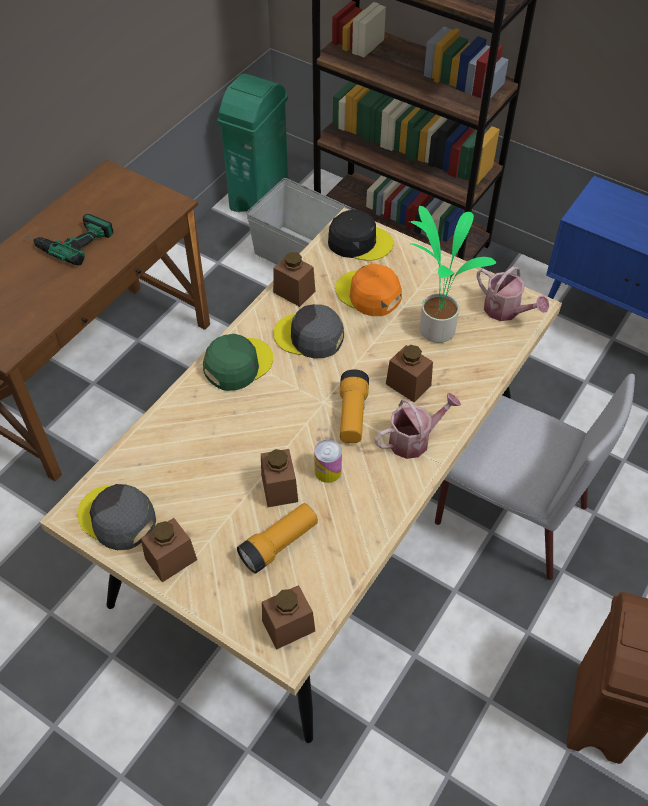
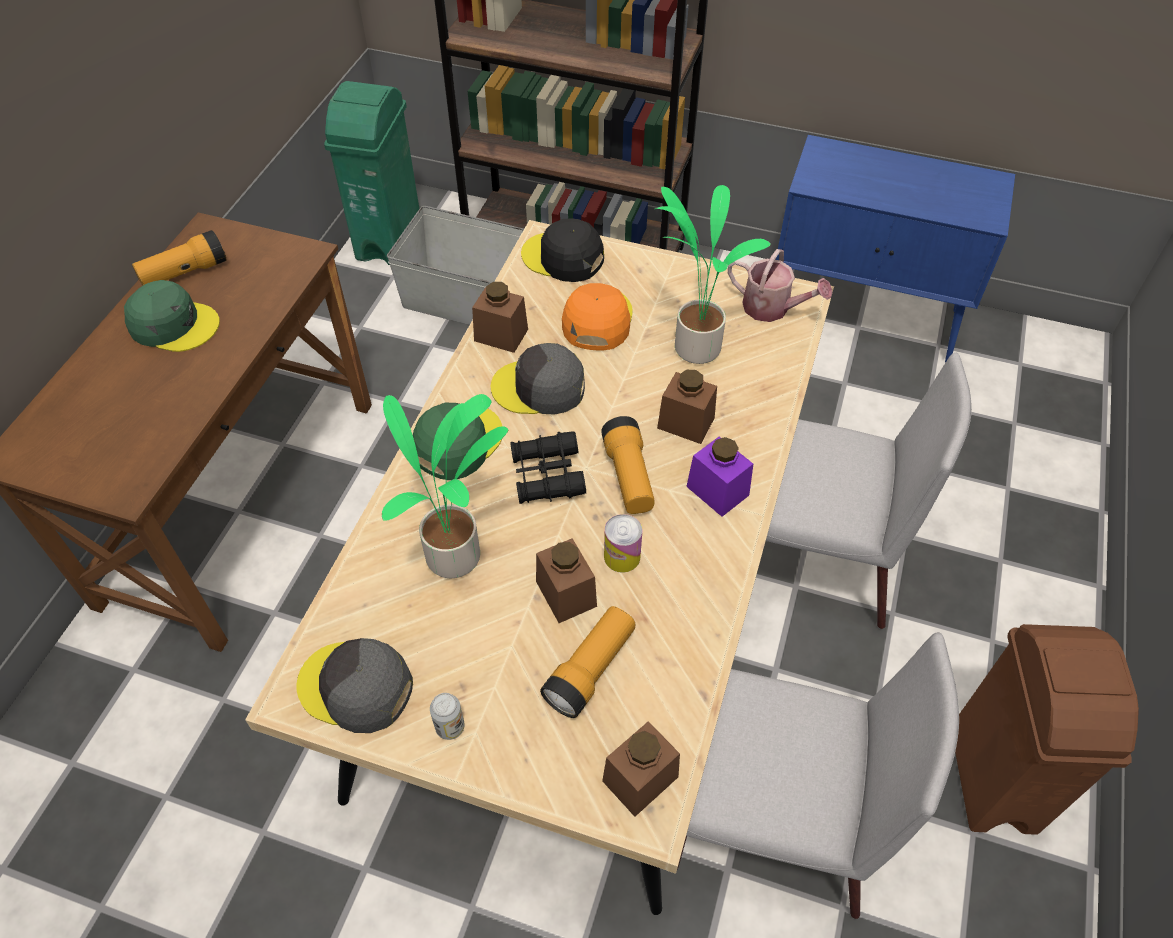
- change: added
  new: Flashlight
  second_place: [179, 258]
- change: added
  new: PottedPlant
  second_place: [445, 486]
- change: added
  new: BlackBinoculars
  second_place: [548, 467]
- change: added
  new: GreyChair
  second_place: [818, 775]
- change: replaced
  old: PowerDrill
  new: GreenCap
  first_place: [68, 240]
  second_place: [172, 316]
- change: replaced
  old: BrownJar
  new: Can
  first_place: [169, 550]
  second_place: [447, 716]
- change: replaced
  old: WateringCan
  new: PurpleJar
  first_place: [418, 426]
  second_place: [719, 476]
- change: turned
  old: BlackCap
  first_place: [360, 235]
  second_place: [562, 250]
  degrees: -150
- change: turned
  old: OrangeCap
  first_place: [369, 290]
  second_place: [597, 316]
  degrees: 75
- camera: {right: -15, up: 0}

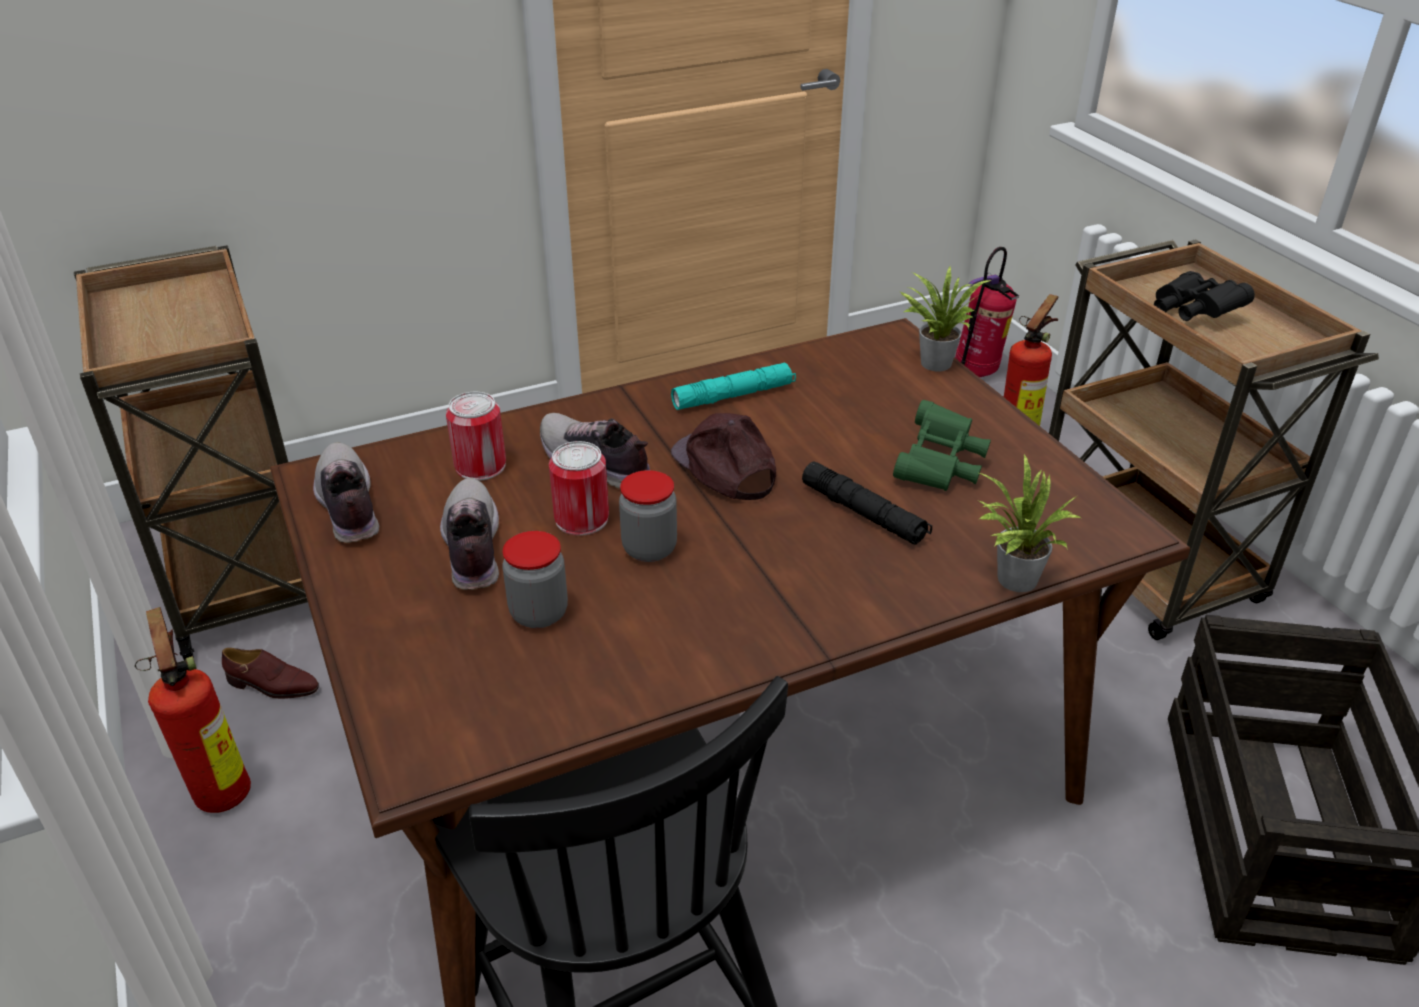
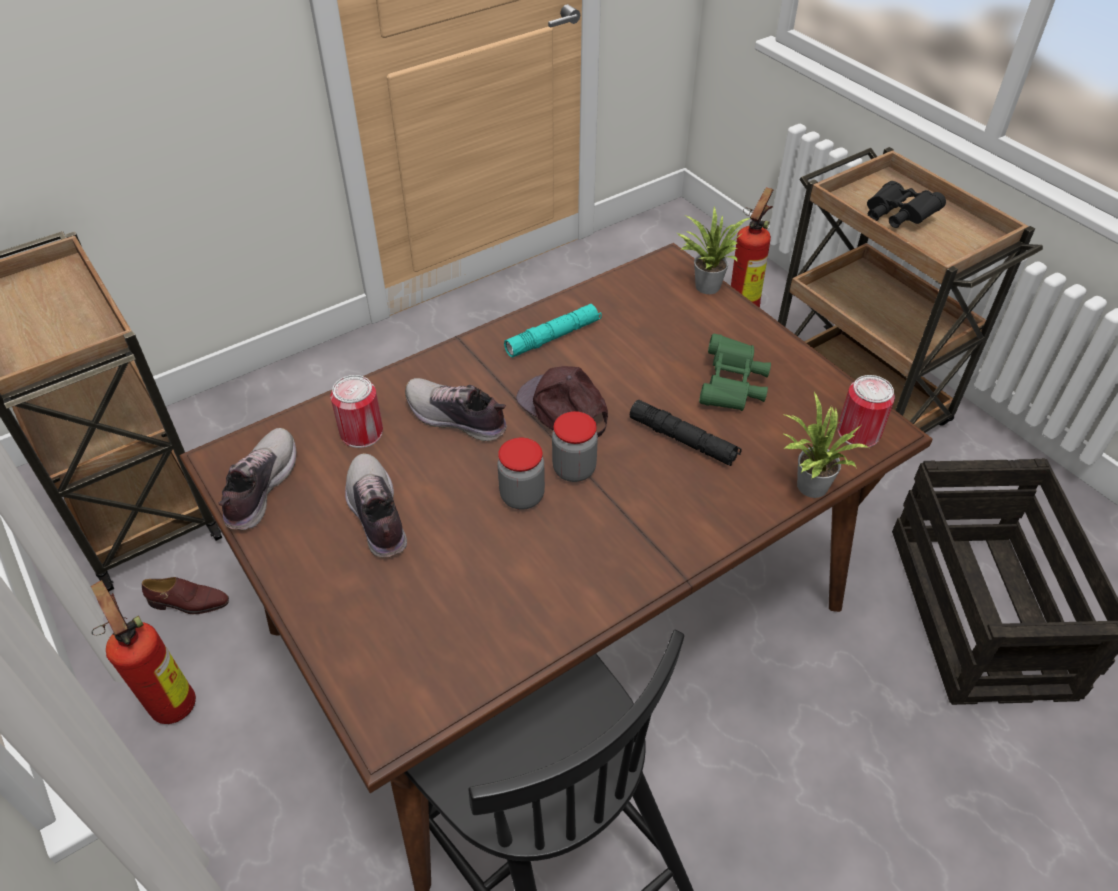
- change: removed
  old: FireExtinguisher
  first_place: [987, 312]
- change: moved
  old: Jar
  first_place: [535, 579]
  second_place: [575, 446]
- change: moved
  old: Can
  first_place: [579, 488]
  second_place: [866, 411]
- change: turned
  old: Shoe
  first_place: [346, 492]
  second_place: [257, 479]
  degrees: 45
- camera: {right: -10, up: 10}

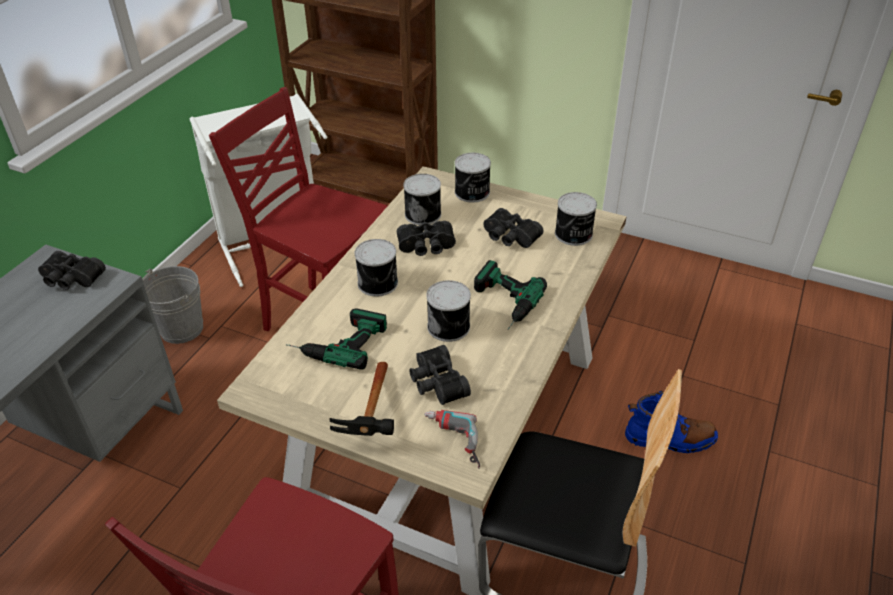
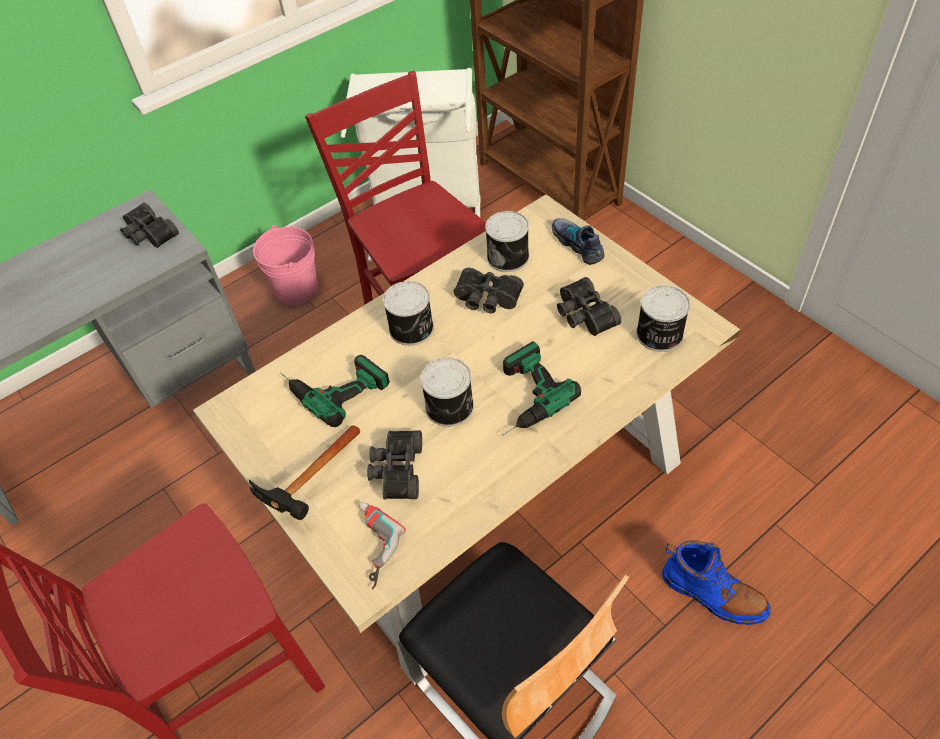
- change: replaced
  old: Can
  new: Shoe
  first_place: [473, 178]
  second_place: [578, 241]
- change: recoloured
  old: GreyBucket
  new: PinkBucket
  first_place: [172, 305]
  second_place: [285, 265]
- camera: {right: 30, up: 10}

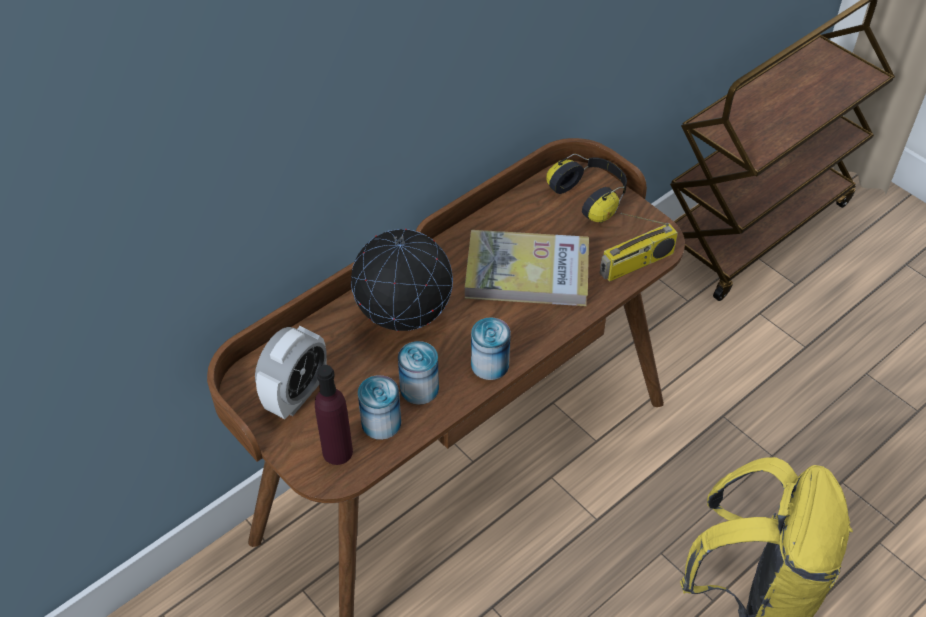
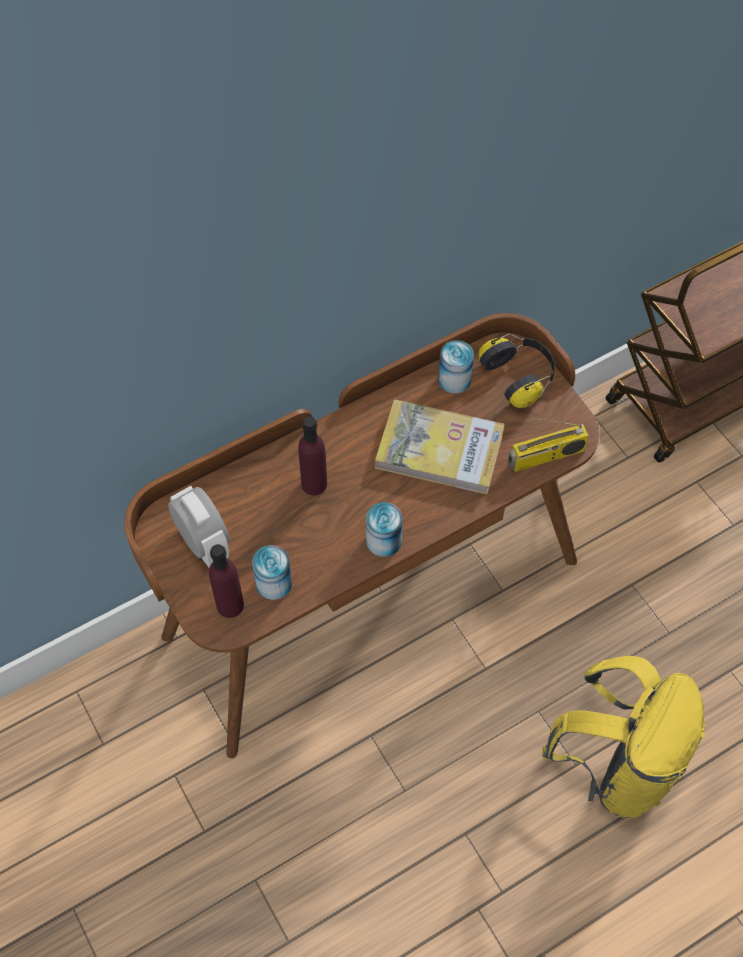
- change: moved
  old: Can
  first_place: [418, 373]
  second_place: [456, 367]
- change: replaced
  old: Globe
  new: PurpleBottle
  first_place: [402, 280]
  second_place: [312, 455]
- change: turned
  old: AlarmClock
  first_place: [291, 372]
  second_place: [199, 527]
  degrees: -75
- camera: {right: 10, up: 10}

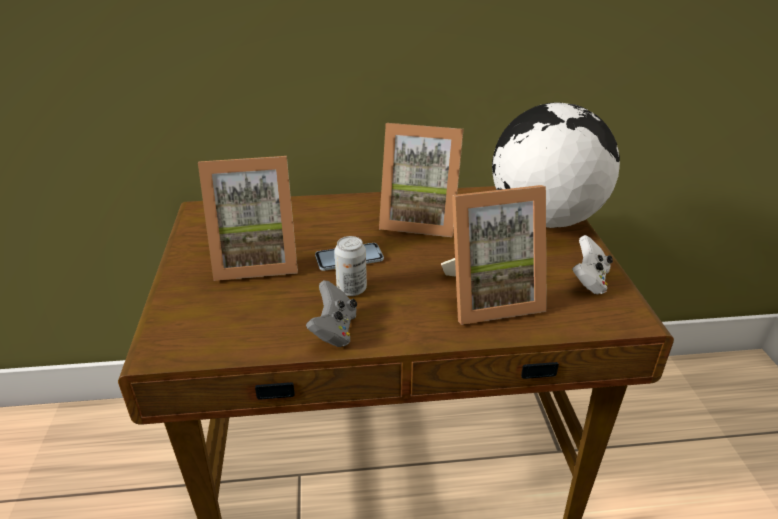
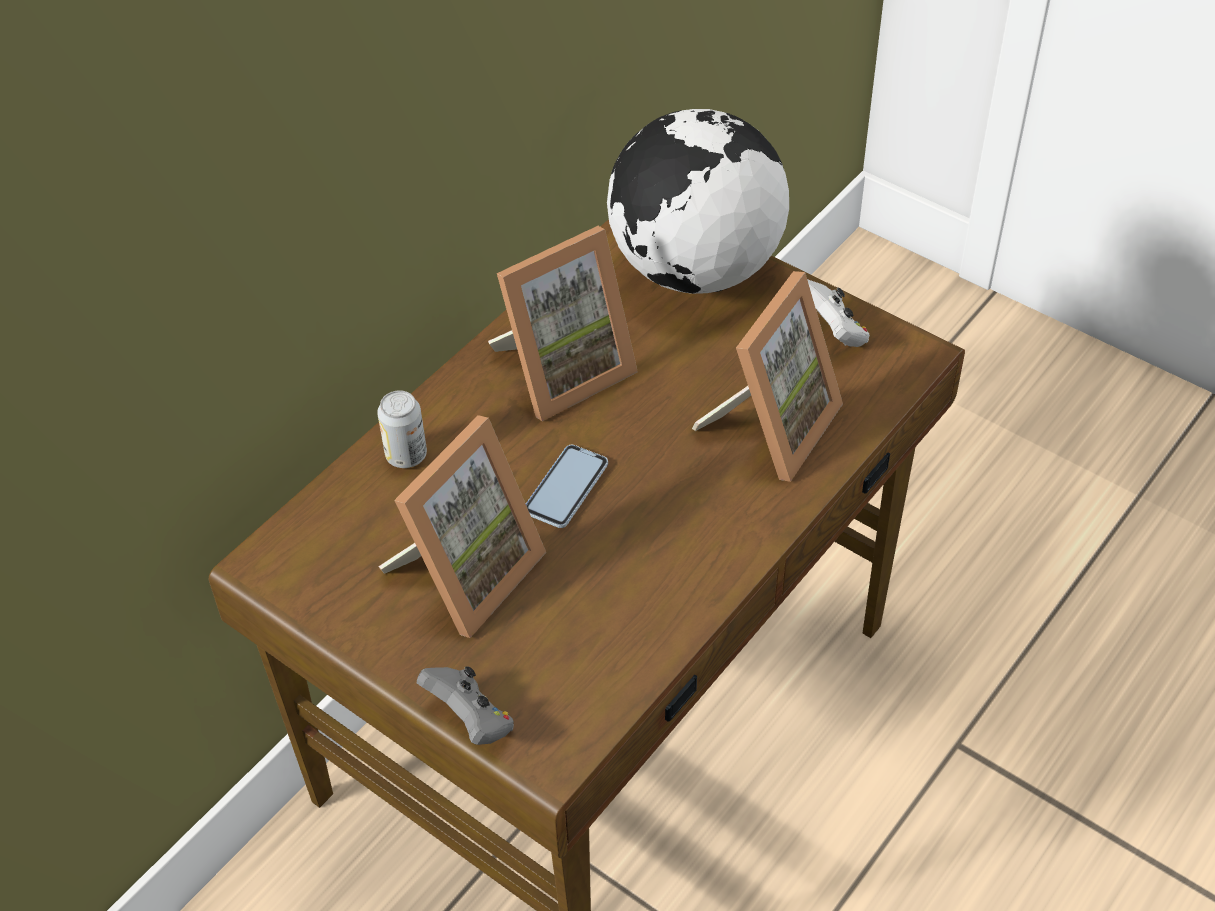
- change: moved
  old: GreyGameController
  first_place: [331, 313]
  second_place: [465, 705]
- change: moved
  old: Can
  first_place: [350, 266]
  second_place: [402, 429]
- camera: {right: -45, up: 15}

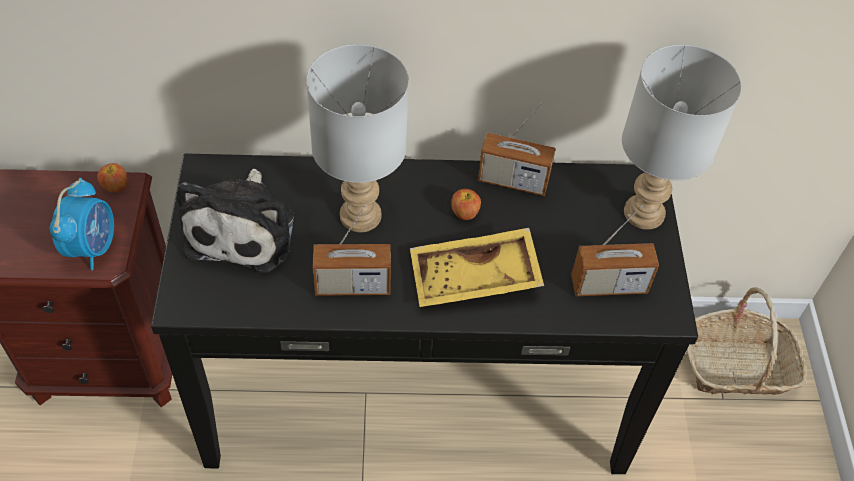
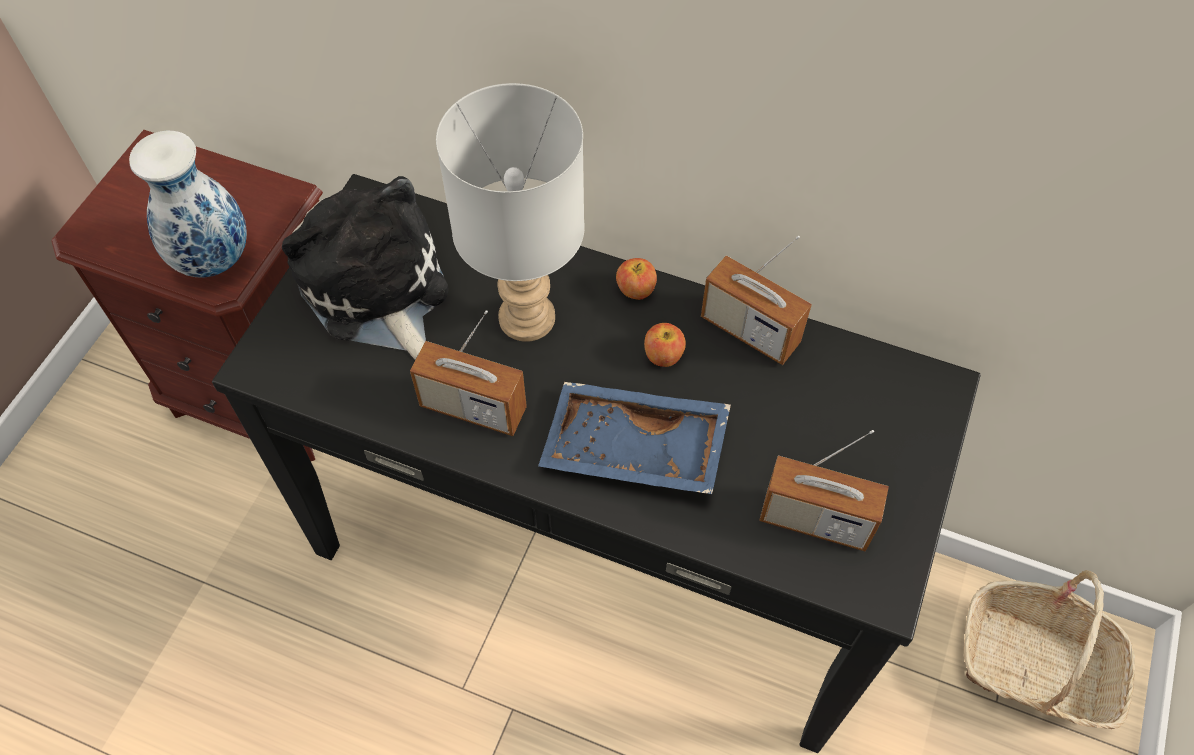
- change: removed
  old: GreyTableLamp
  first_place: [682, 137]
- change: moved
  old: Apple
  first_place: [112, 177]
  second_place: [636, 279]
- change: replaced
  old: AlarmClock
  new: Vase
  first_place: [82, 224]
  second_place: [188, 204]
- change: recoloured
  old: YellowTray
  new: BlueTray
  first_place: [477, 267]
  second_place: [634, 438]
- change: turned
  old: PlushToy
  first_place: [235, 221]
  second_place: [365, 268]
  degrees: 120
- camera: {right: 25, up: 5}

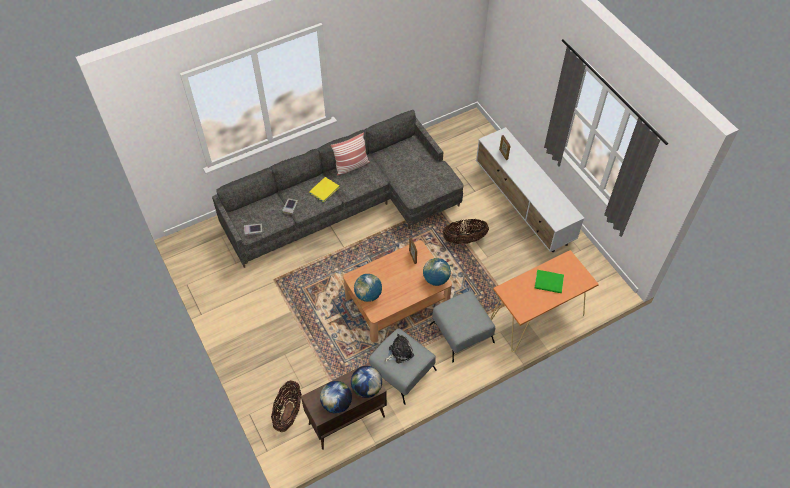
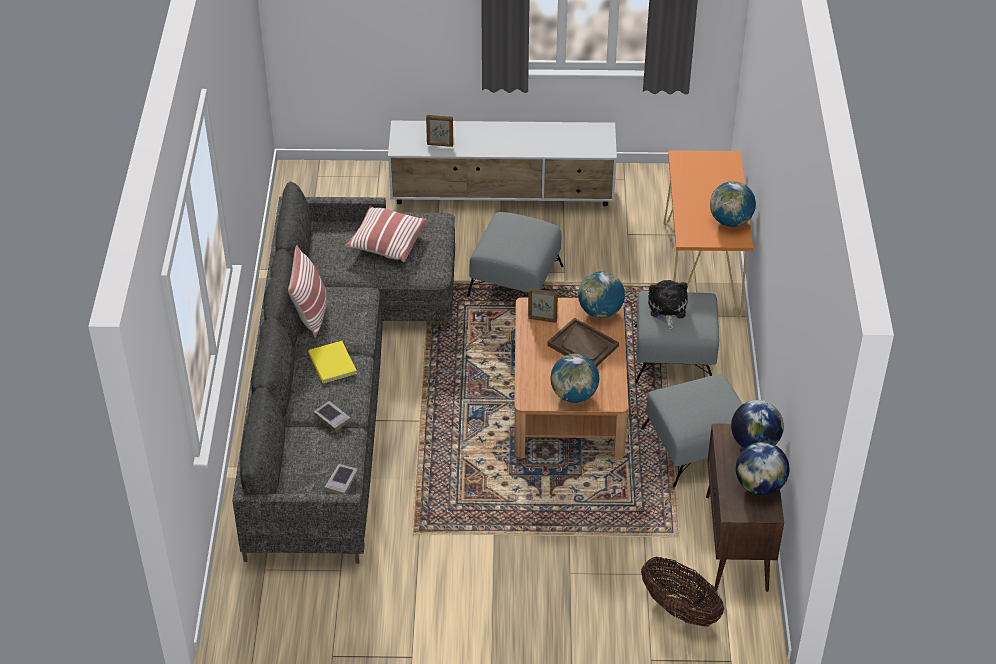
- change: removed
  old: GreenBook
  first_place: [549, 281]
- change: added
  new: Pillow
  second_place: [386, 234]
- change: added
  new: BrownTray
  second_place: [583, 342]
- change: added
  new: Globe
  second_place: [733, 204]
- change: moved
  old: PlushToy
  first_place: [399, 348]
  second_place: [668, 304]
- change: replaced
  old: Basket
  new: GreyOttoman
  first_place: [466, 231]
  second_place: [515, 254]
- camera: {right: -60, up: -10}

